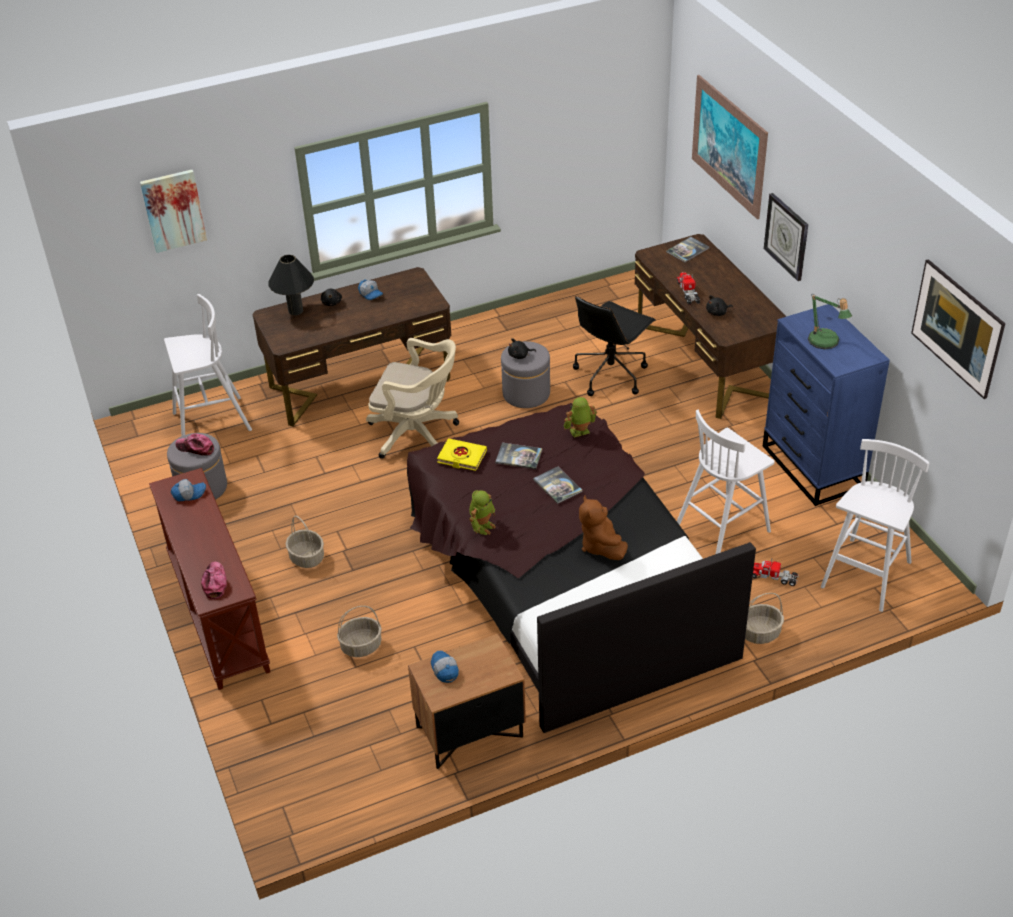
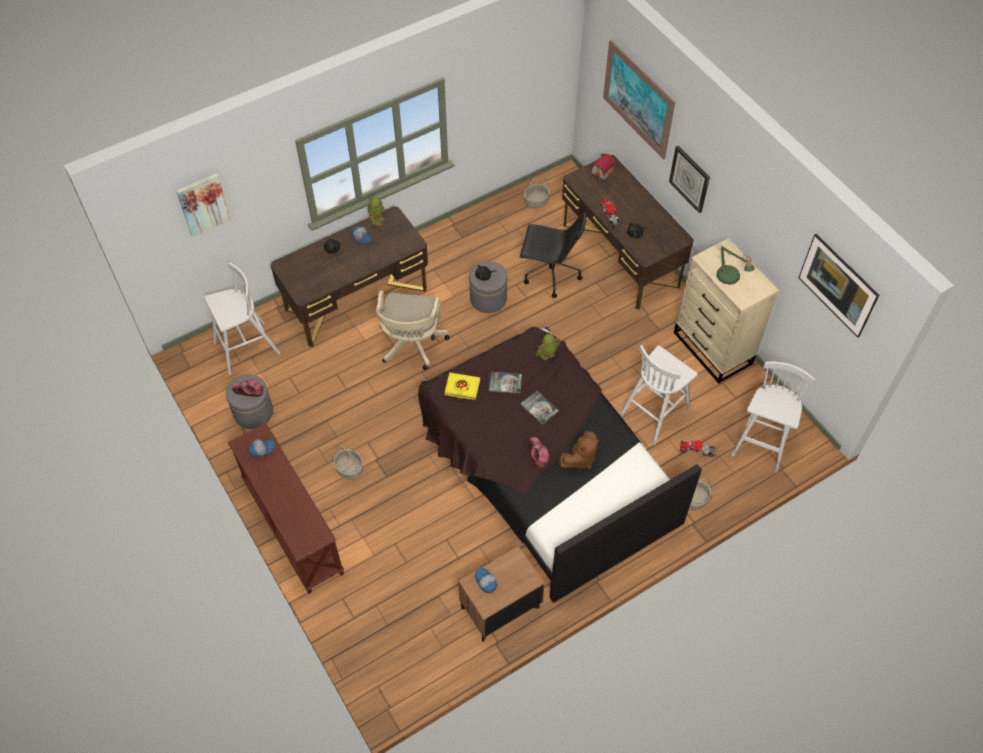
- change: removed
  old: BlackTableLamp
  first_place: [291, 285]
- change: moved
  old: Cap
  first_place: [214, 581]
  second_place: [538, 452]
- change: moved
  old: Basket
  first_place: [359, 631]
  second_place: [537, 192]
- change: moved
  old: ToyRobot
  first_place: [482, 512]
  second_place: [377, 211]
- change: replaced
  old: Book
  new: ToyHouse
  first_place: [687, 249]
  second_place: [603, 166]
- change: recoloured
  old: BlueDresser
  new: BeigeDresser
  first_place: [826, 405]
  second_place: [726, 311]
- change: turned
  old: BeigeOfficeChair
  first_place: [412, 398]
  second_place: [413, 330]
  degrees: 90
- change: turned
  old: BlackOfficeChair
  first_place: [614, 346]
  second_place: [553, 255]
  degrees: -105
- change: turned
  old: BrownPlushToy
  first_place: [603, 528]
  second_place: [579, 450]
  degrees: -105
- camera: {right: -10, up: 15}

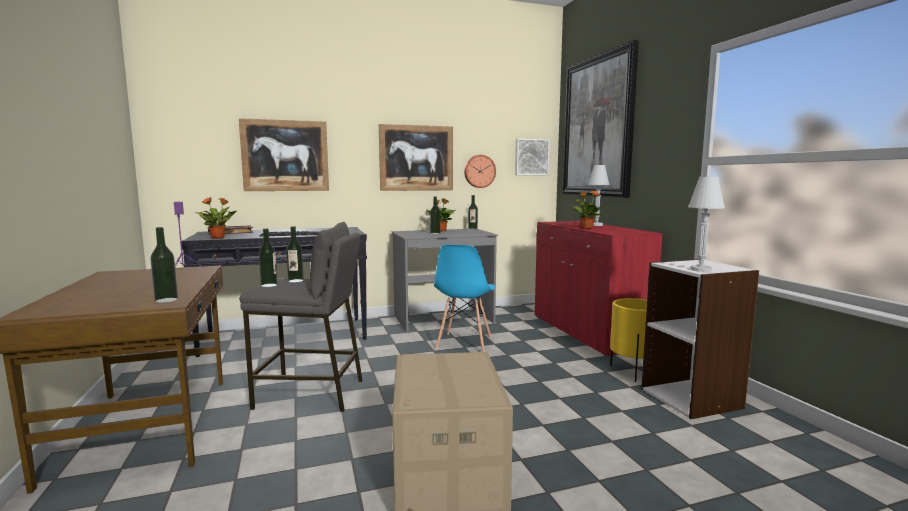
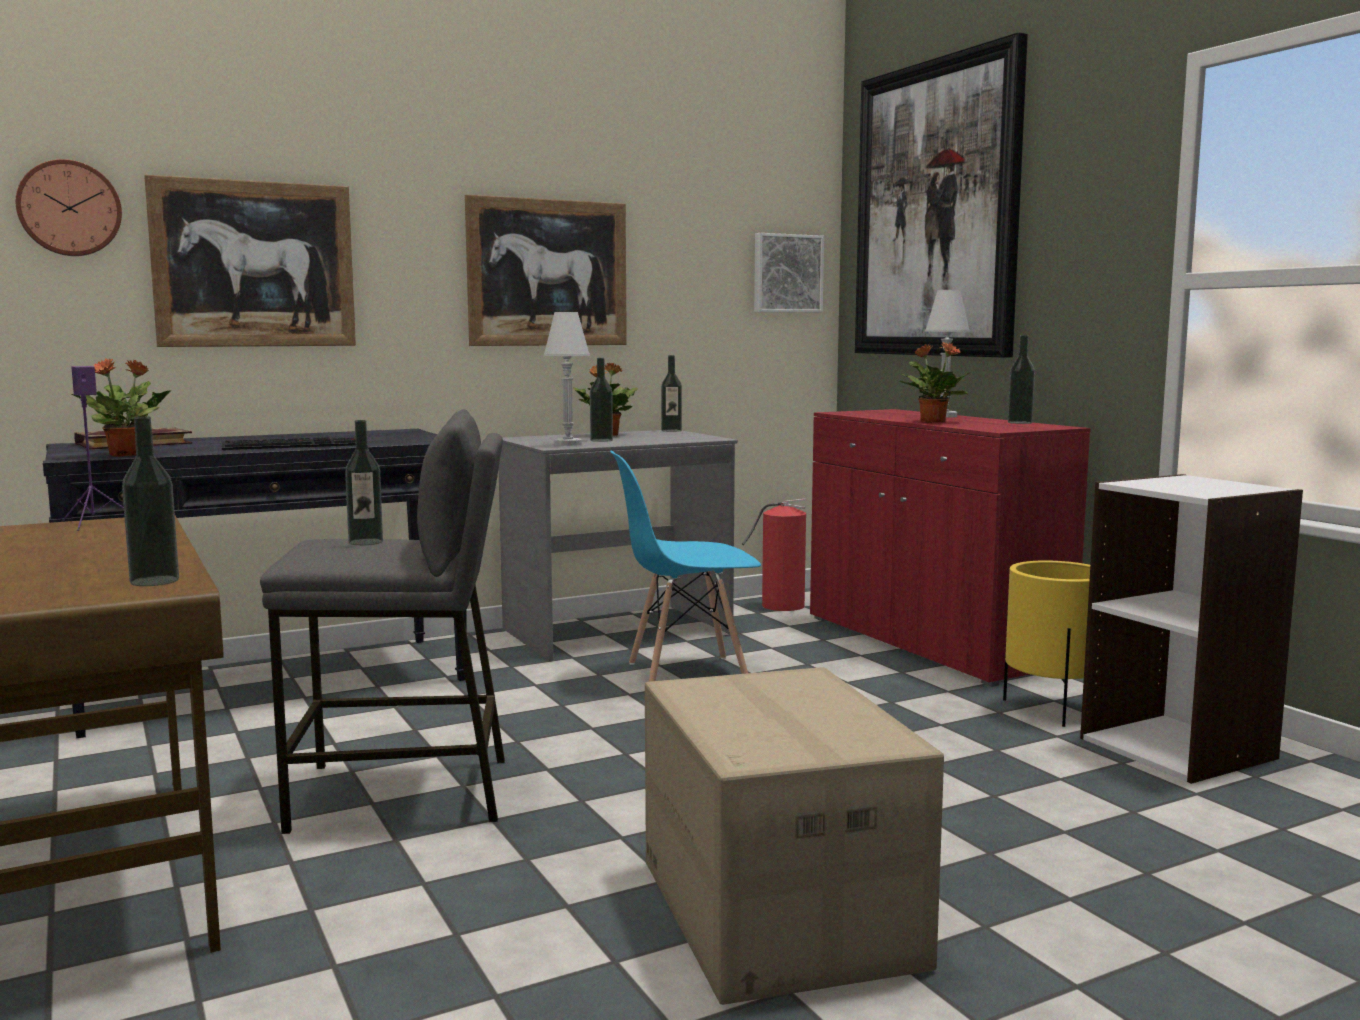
- change: added
  new: FireExtinguisher
  second_place: [774, 555]
- change: moved
  old: Bottle
  first_place: [268, 258]
  second_place: [1021, 379]
- change: moved
  old: WallClock
  first_place: [480, 171]
  second_place: [69, 207]
- change: moved
  old: WhiteTableLamp
  first_place: [706, 224]
  second_place: [567, 379]
- change: turned
  old: BlueChair
  first_place: [465, 298]
  second_place: [685, 566]
  degrees: 75
- camera: {right: -10, up: 0}

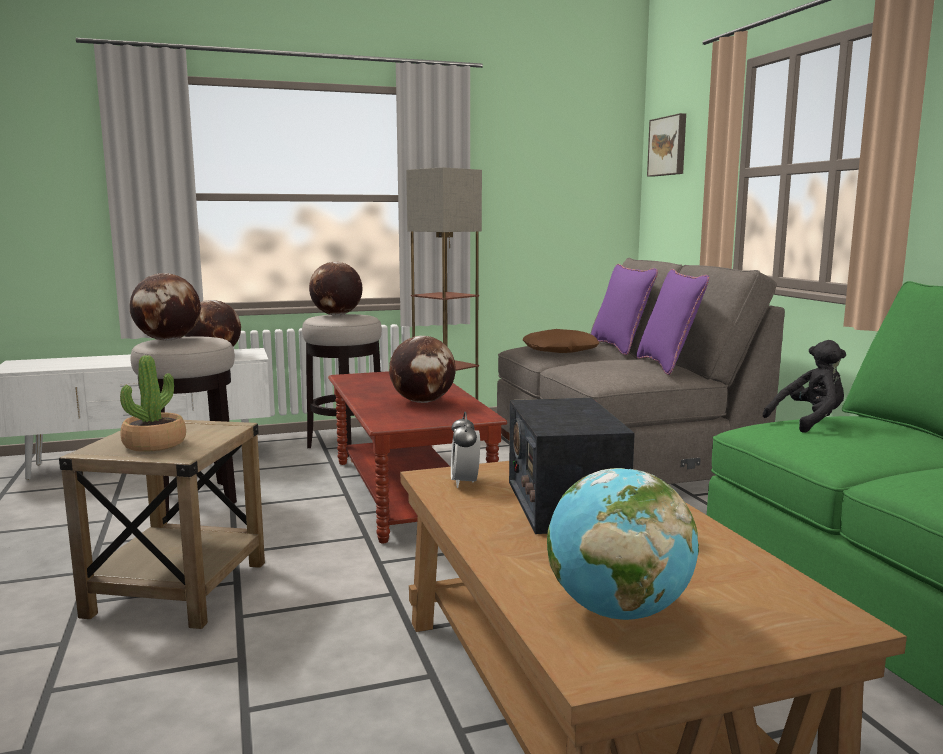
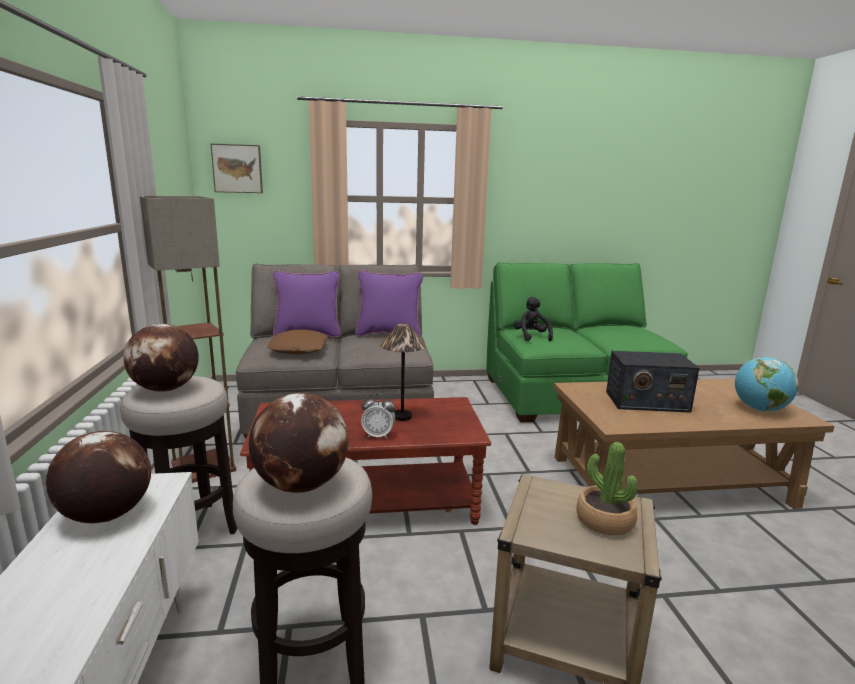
- change: moved
  old: AlarmClock
  first_place: [465, 450]
  second_place: [378, 416]
- change: replaced
  old: Globe
  new: TableLamp
  first_place: [422, 369]
  second_place: [403, 372]
- camera: {right: -80, up: 5}

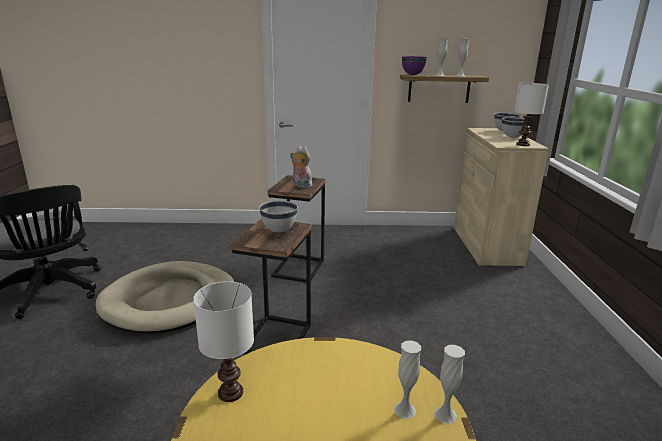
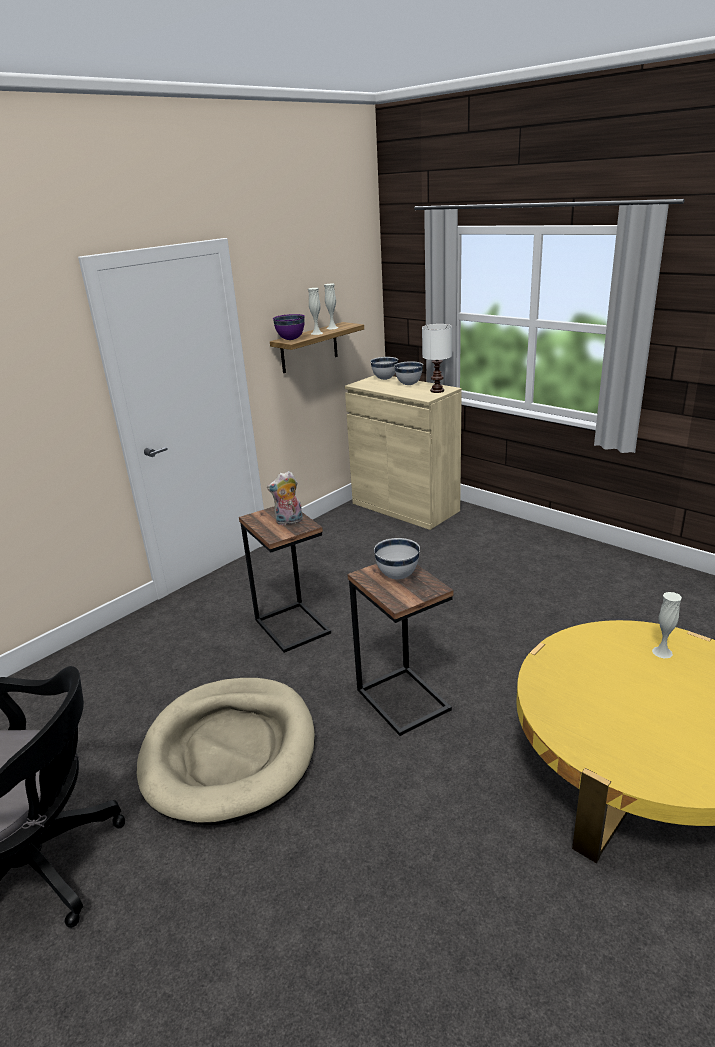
- change: removed
  old: WhiteTableLamp
  first_place: [223, 341]
- change: removed
  old: WhiteVase
  first_place: [449, 384]
- camera: {right: -45, up: 5}

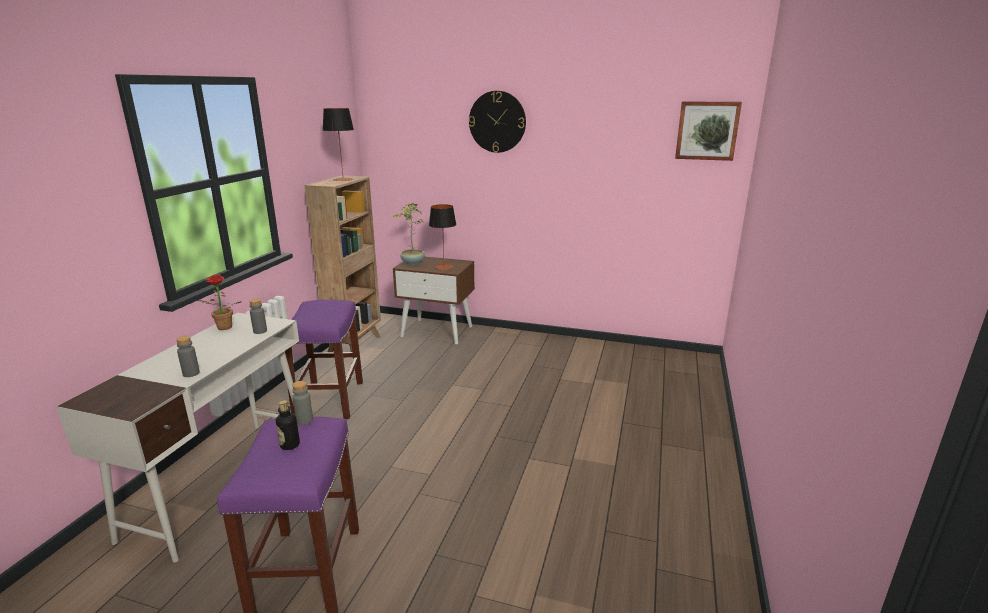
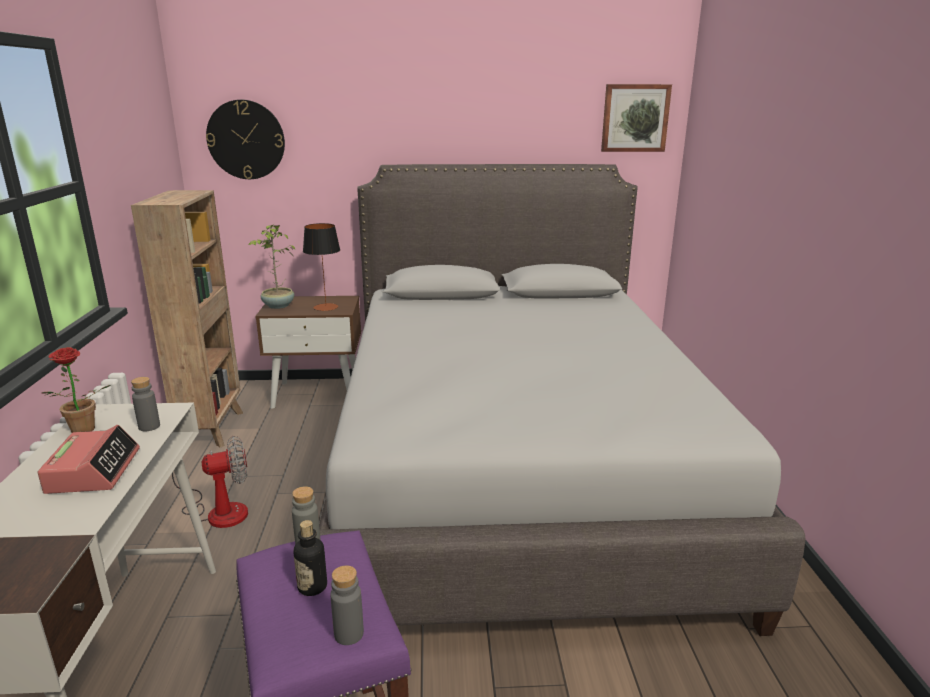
- change: removed
  old: TableLamp
  first_place: [338, 144]
- change: added
  new: AlarmClock
  second_place: [88, 459]
- change: added
  new: GreyBed
  second_place: [562, 400]
- change: moved
  old: GreyBottle
  first_place: [188, 356]
  second_place: [347, 605]
- change: moved
  old: WallClock
  first_place: [497, 122]
  second_place: [245, 139]
- change: replaced
  old: PurpleStool
  new: Fan
  first_place: [324, 359]
  second_place: [210, 482]
- camera: {right: -20, up: 0}

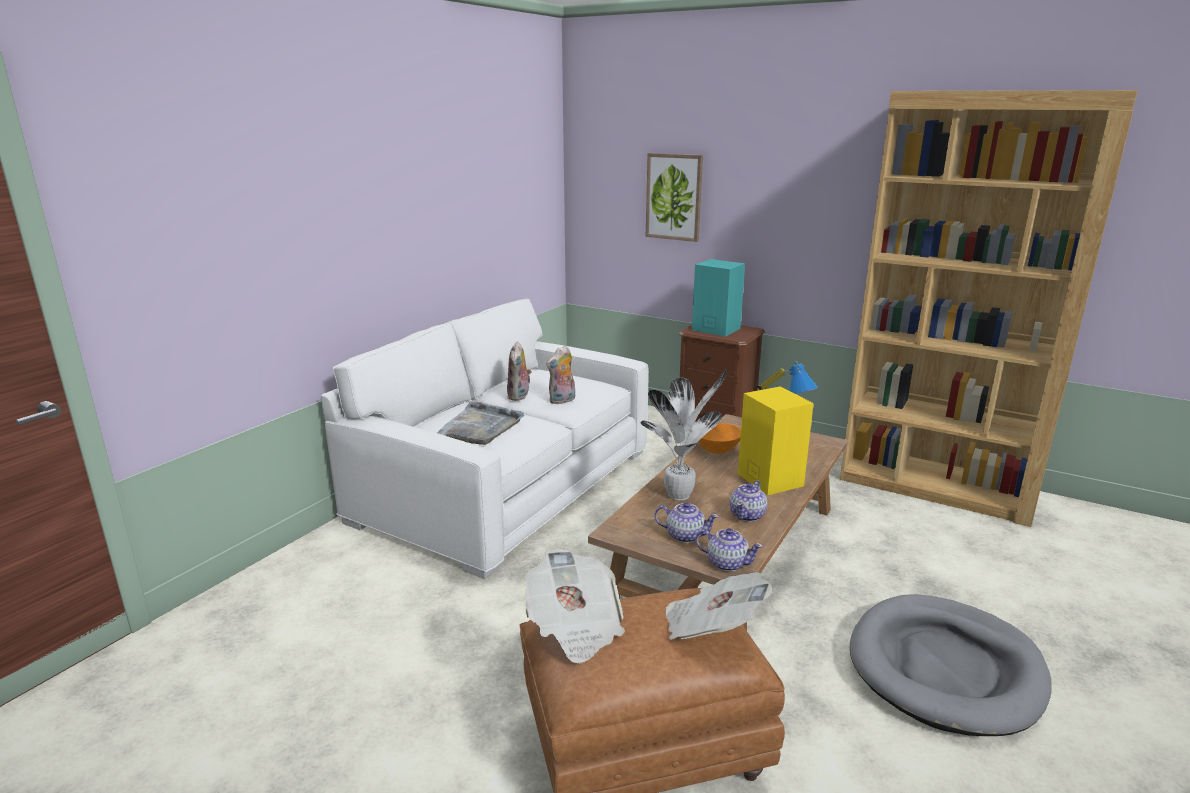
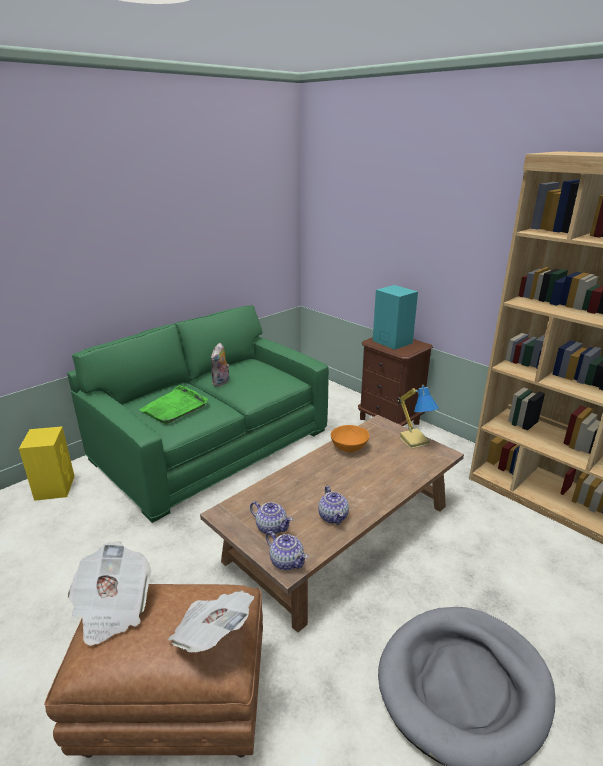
- change: removed
  old: PlushToy
  first_place: [560, 374]
- change: removed
  old: PottedPlant
  first_place: [683, 435]
- change: removed
  old: Picture
  first_place: [674, 197]
- change: moved
  old: YellowSpeaker
  first_place: [776, 441]
  second_place: [47, 463]
- change: recoloured
  old: WhiteSofa
  new: GreenSofa
  first_place: [485, 439]
  second_place: [198, 414]
- change: recoloured
  old: GreyTray
  new: GreenTray
  first_place: [480, 423]
  second_place: [173, 404]
- change: turned
  old: Teapot
  first_place: [749, 501]
  second_place: [333, 505]
  degrees: -60
- camera: {right: 15, up: 5}

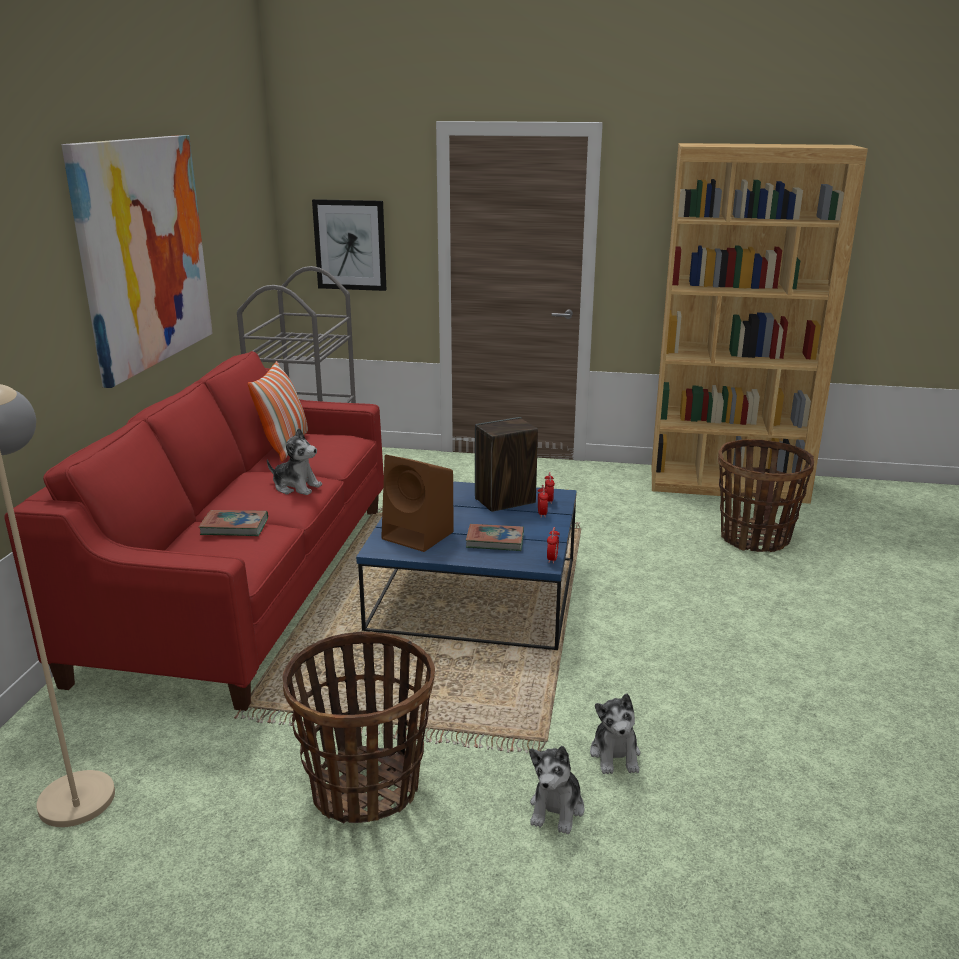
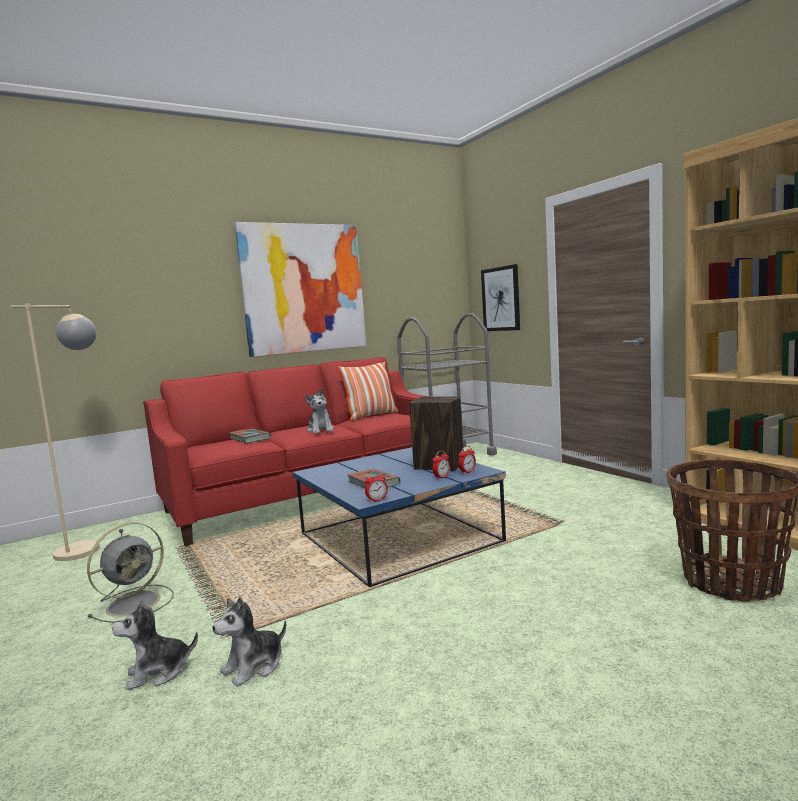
- change: removed
  old: BrownSpeaker
  first_place: [417, 503]
- change: replaced
  old: Basket
  new: GreyFan
  first_place: [358, 727]
  second_place: [130, 572]
- camera: {right: 50, up: -15}

